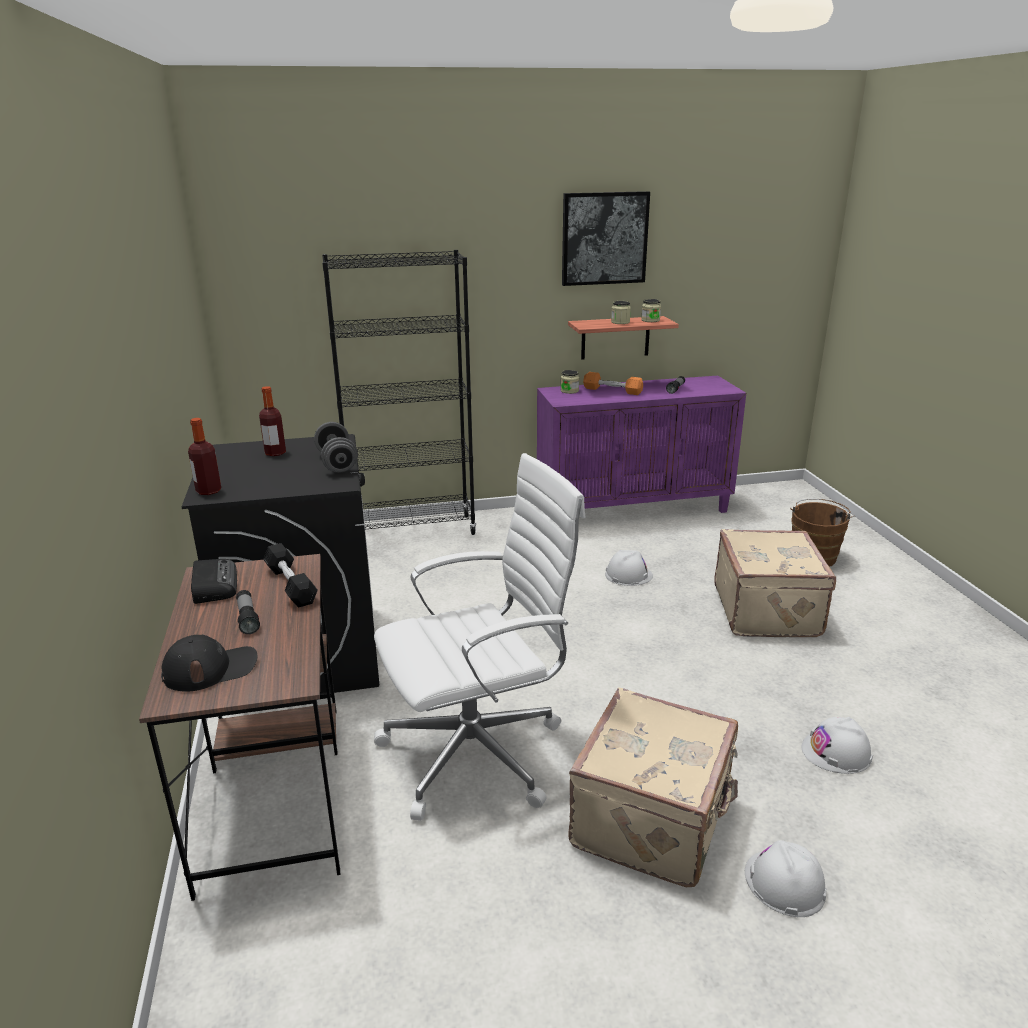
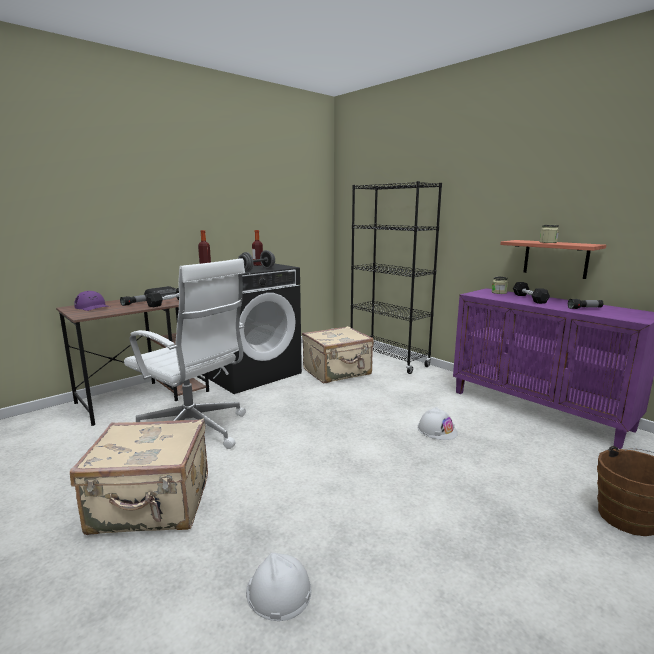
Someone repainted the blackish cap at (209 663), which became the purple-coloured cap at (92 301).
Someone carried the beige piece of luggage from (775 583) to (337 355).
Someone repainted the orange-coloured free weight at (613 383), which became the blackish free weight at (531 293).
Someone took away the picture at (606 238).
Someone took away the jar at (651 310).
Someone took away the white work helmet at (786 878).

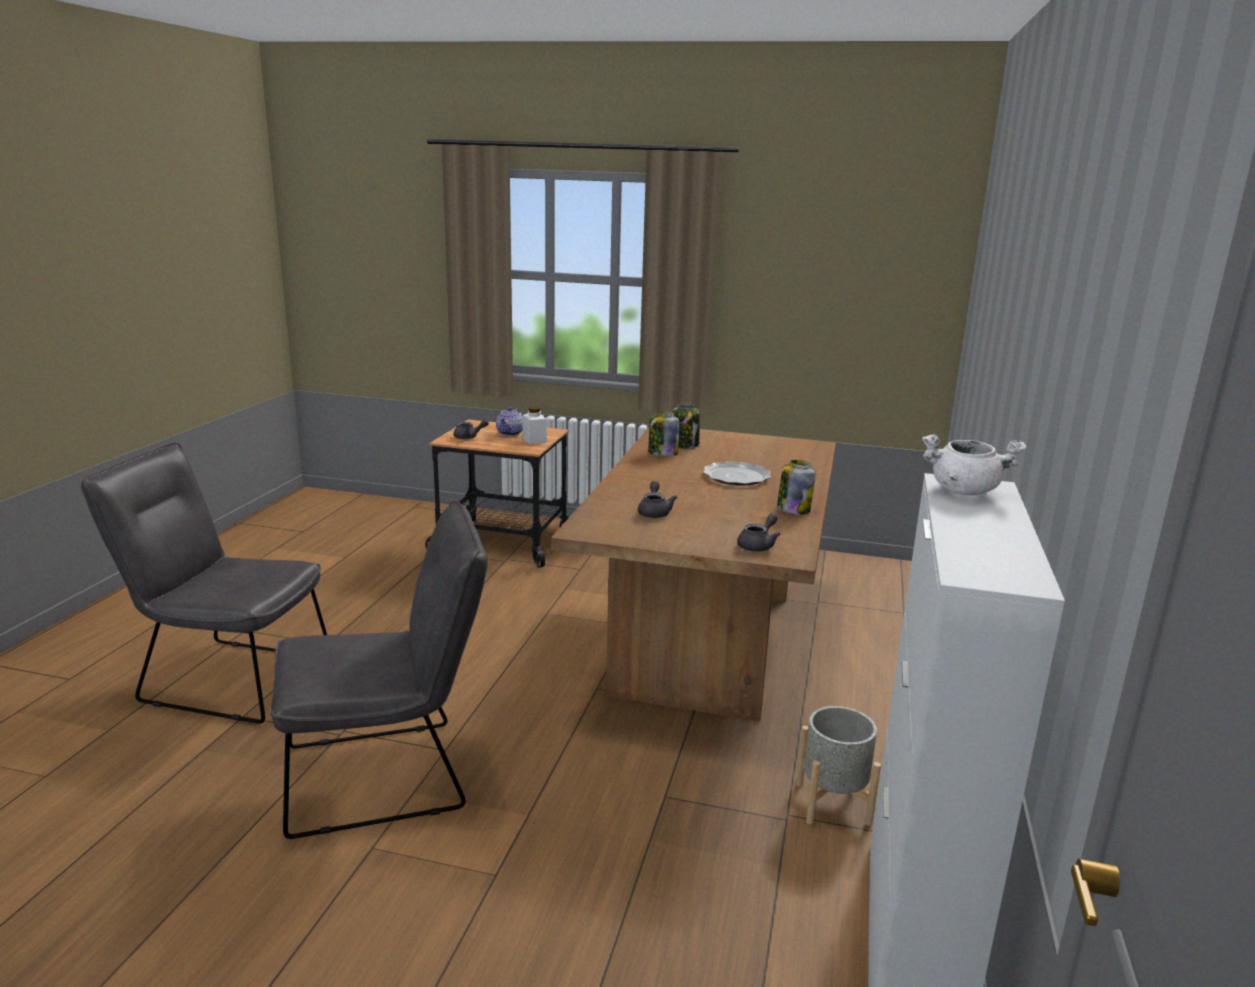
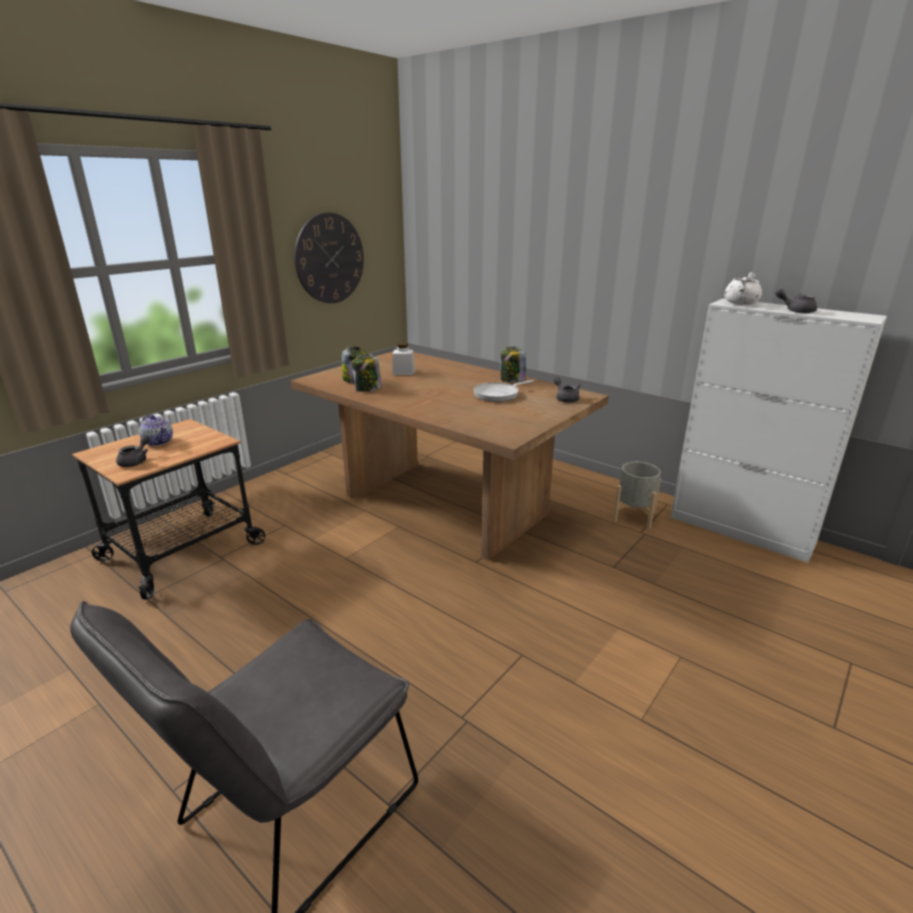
Someone put up the clock on the wall at (329 257).
Someone carried the white jar from (534 425) to (404 359).
Someone put down the frying pan at (503 391).
Someone carried the grey teapot from (657 499) to (796 301).
Someone took away the grey chair at (379 670).
Someone took away the flat dish at (737 473).

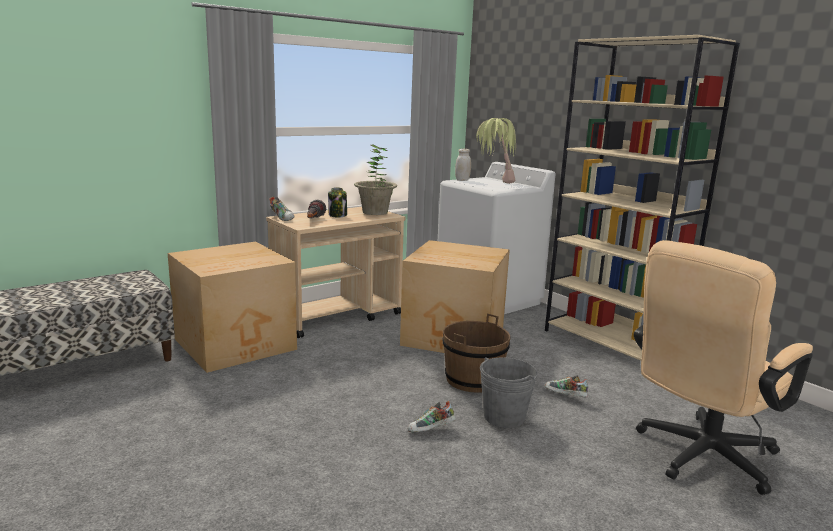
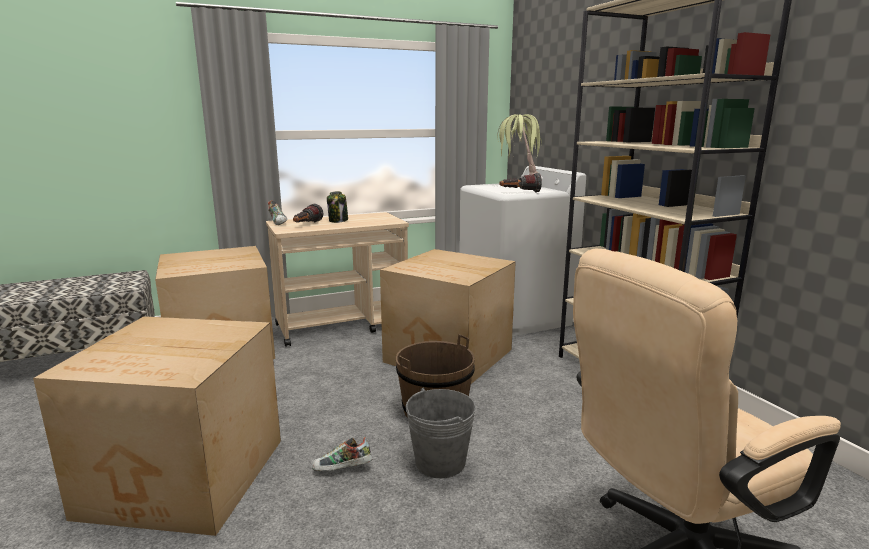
Someone put down the carton at (157 426).
Someone put down the hand torch at (520 182).
Someone took away the houseplant at (375 179).
Someone took away the white jar at (463 165).
Someone took away the shoe at (566 387).

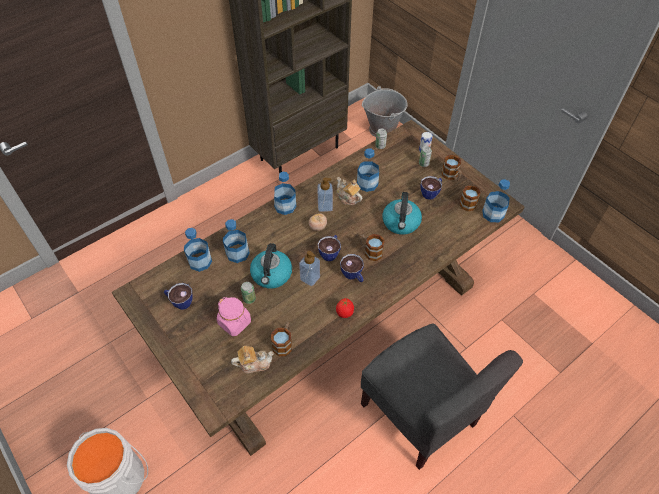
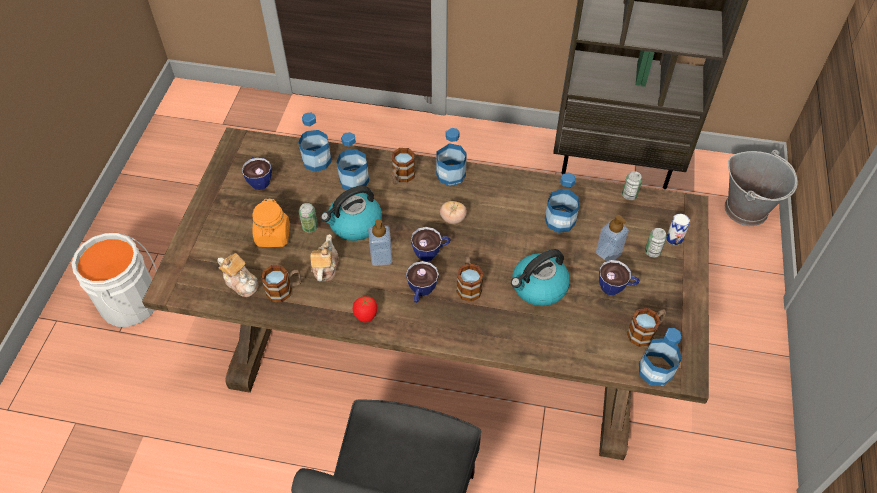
Someone repainted the pinkish jar at (234 316), which became the orange-coloured jar at (271 223).
Someone carried the teapot from (349 191) to (324 258).
Someone carried the coffee mug from (452 168) to (403 166).
Someone carried the soap dispenser from (325 195) to (612 238).

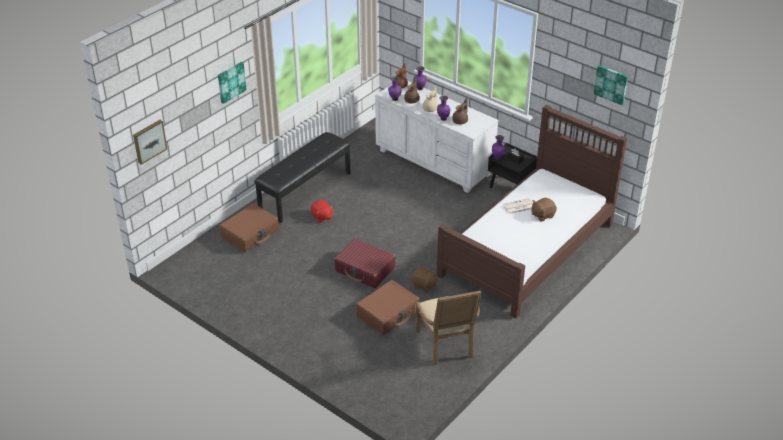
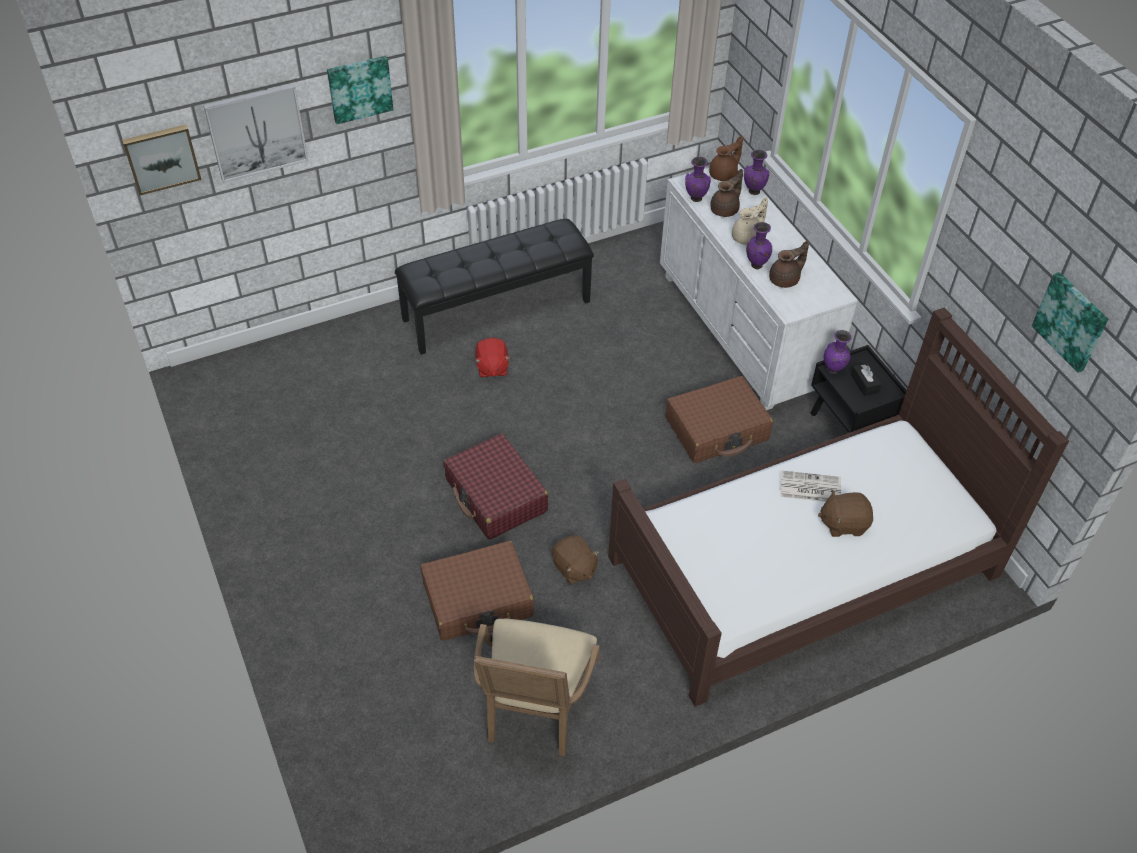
Someone put up the picture at (255 133).
Someone carried the brown-coloured piece of luggage from (249 227) to (719 419).

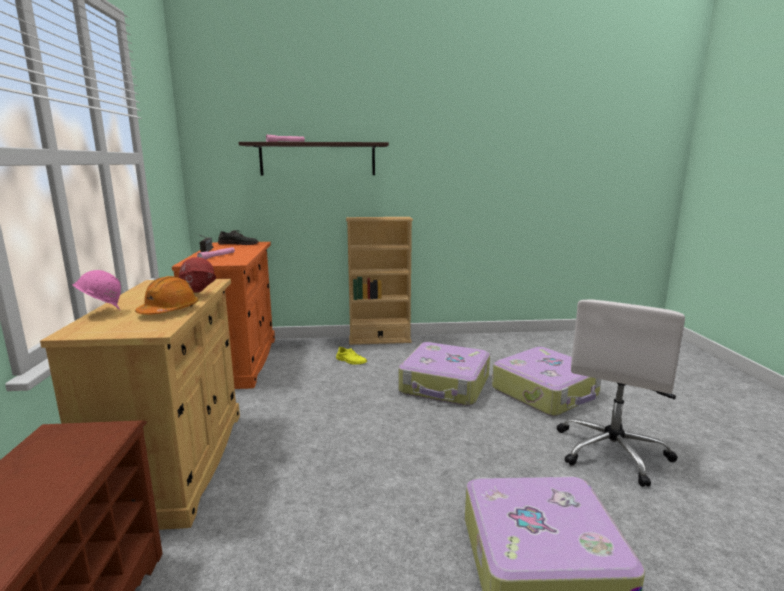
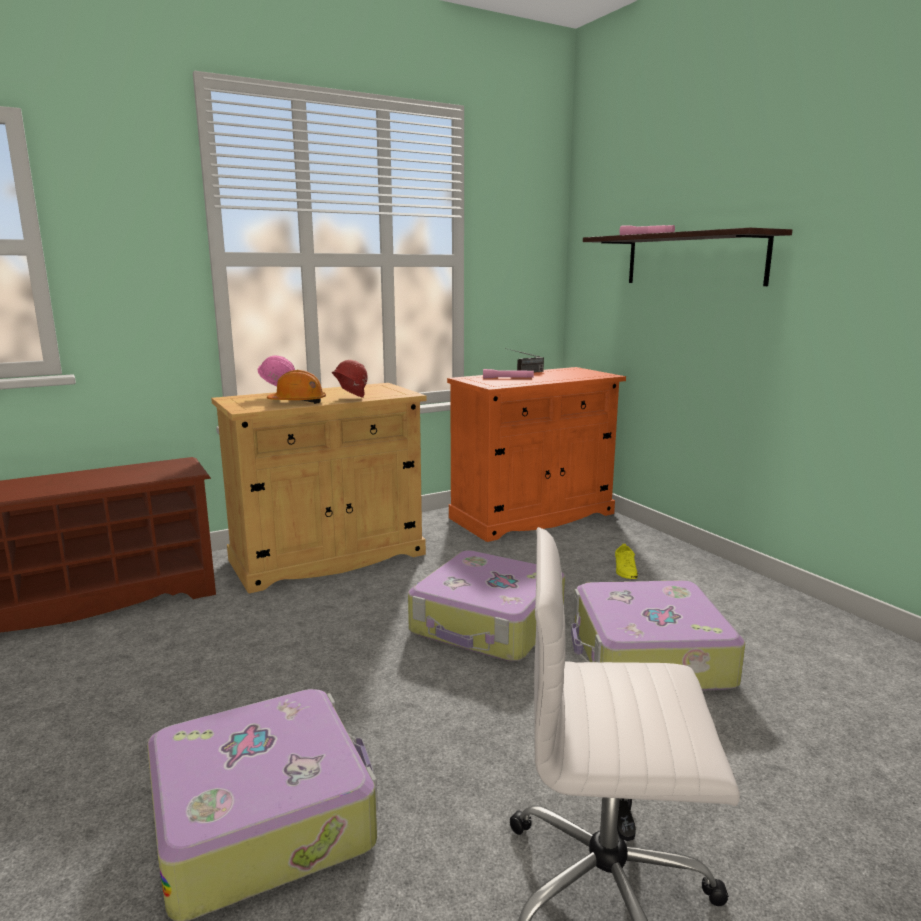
Someone carried the piece of luggage from (546 381) to (486 606).
Someone took away the grey shoe at (238 237).
Someone took away the beige bookcase at (379 281).

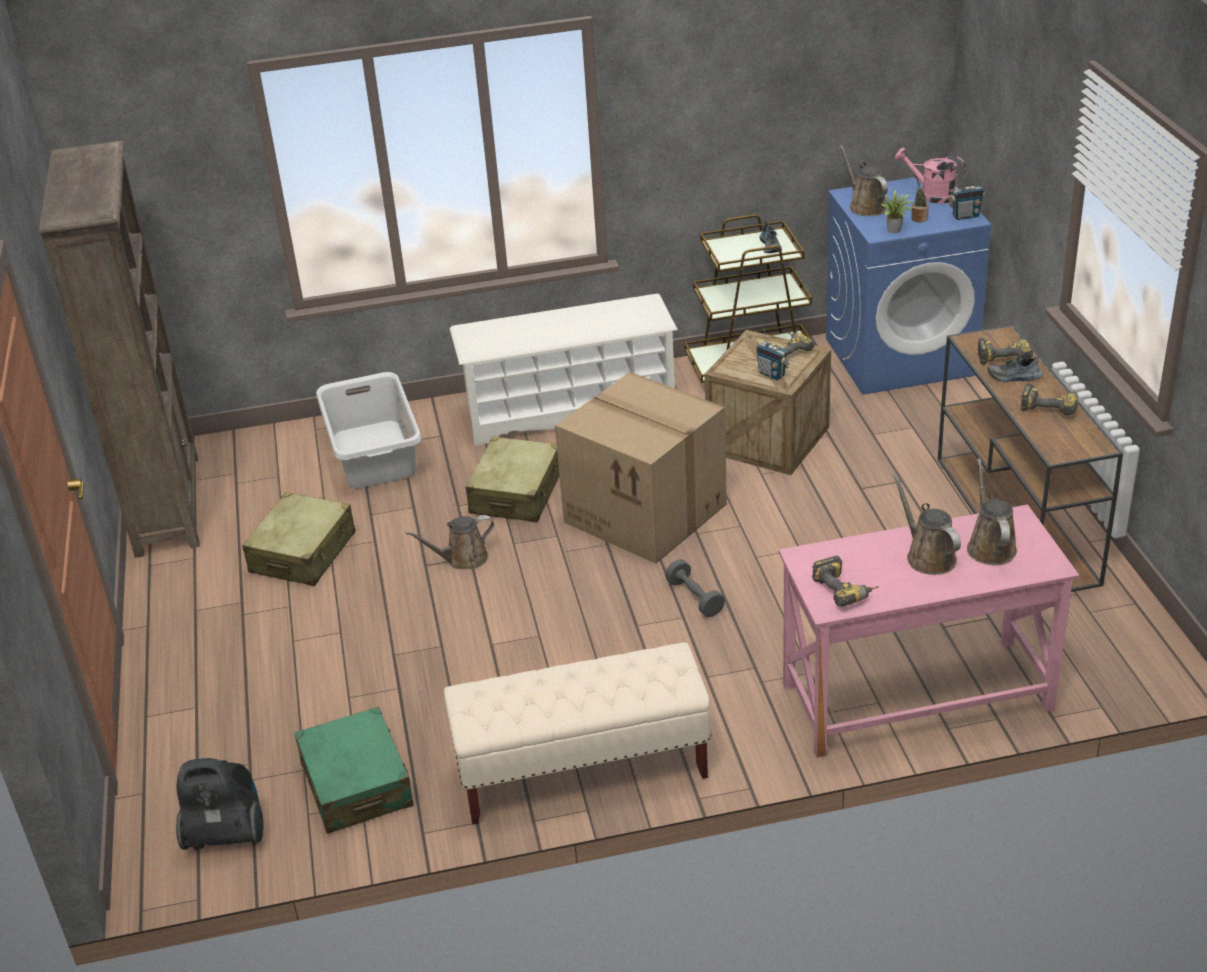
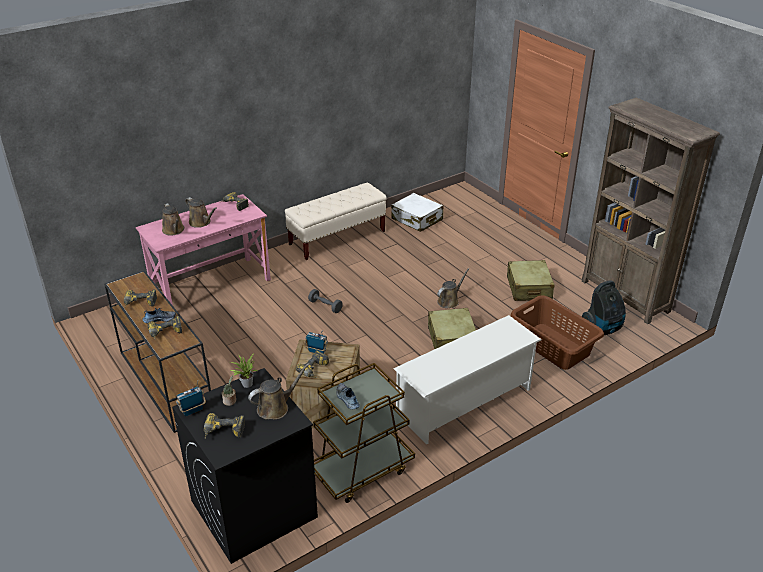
Someone repainted the blue-coloured laundry appliance at (908 286), which became the blackish laundry appliance at (245 466).
Someone swapped the pinkish watering can at (930 175) for the power drill at (224 426).
Someone rotated the brown-coloured watering can at (864 180) by 75 degrees counterclockwise.
Someone repainted the green-coloured piece of luggage at (353 770), which became the white piece of luggage at (417 212).
Someone repainted the grey washing basket at (369 430), which became the brown-coloured washing basket at (557 332).
Someone carried the hoover from (220 804) to (604 307).
Someone took away the carton at (641 468).

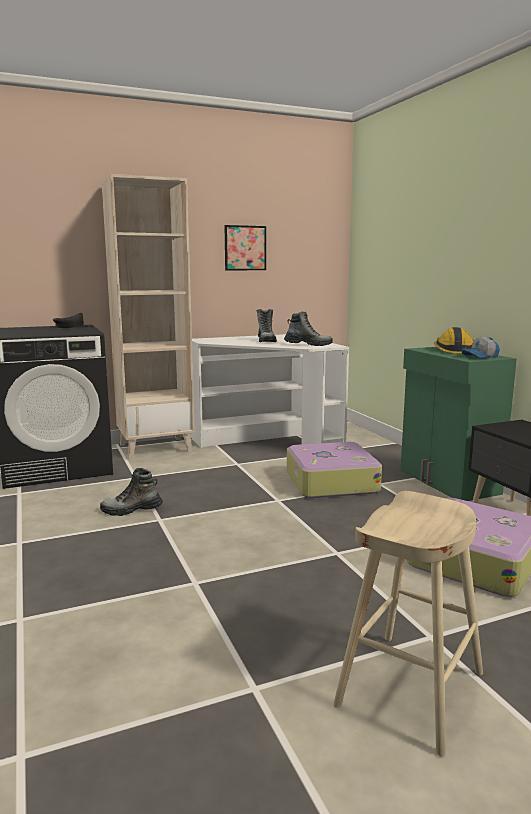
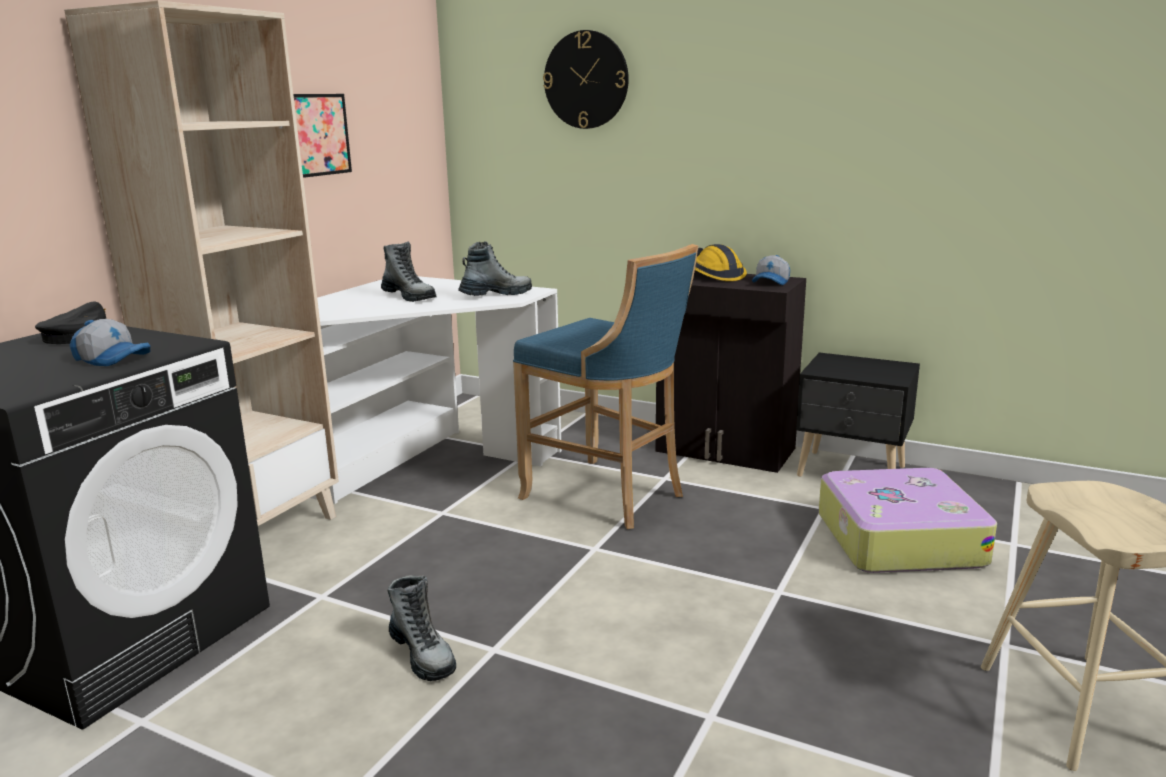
Someone put down the cap at (110 342).
Someone rotated the tall boot at (131 492) by 75 degrees counterclockwise.
Someone swapped the piece of luggage at (334 470) for the blue-coloured stool seat at (605 386).
Someone put up the clock on the wall at (586 79).
Someone repainted the green-coloured cupboard at (458 424), which became the blackish cupboard at (731 372).

